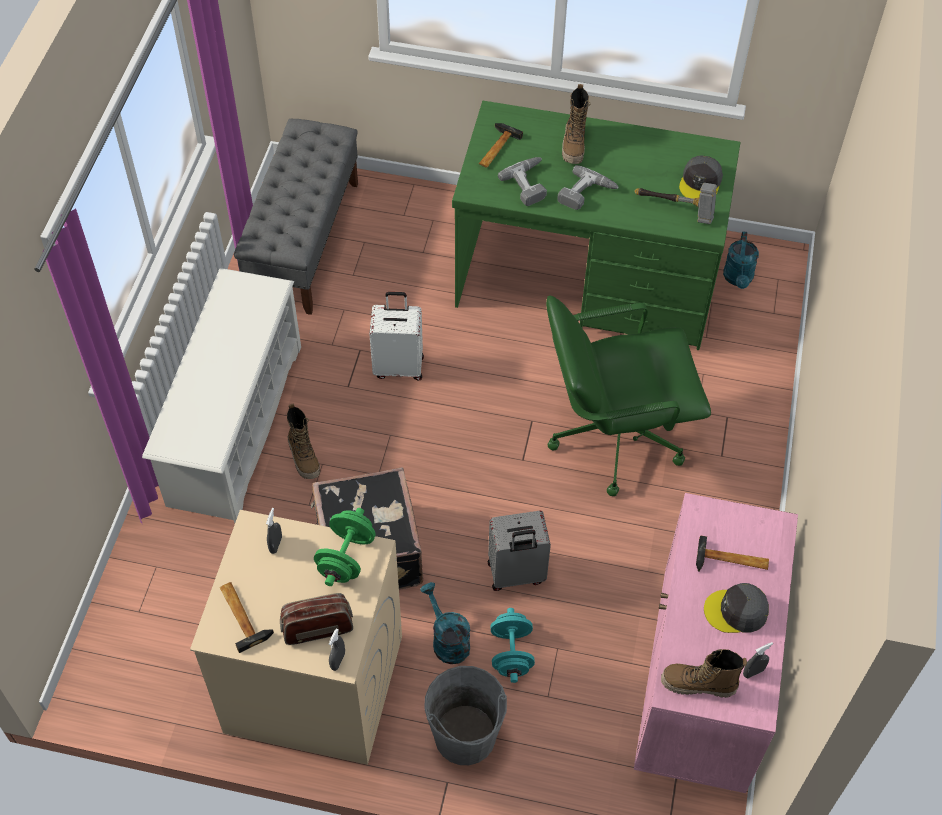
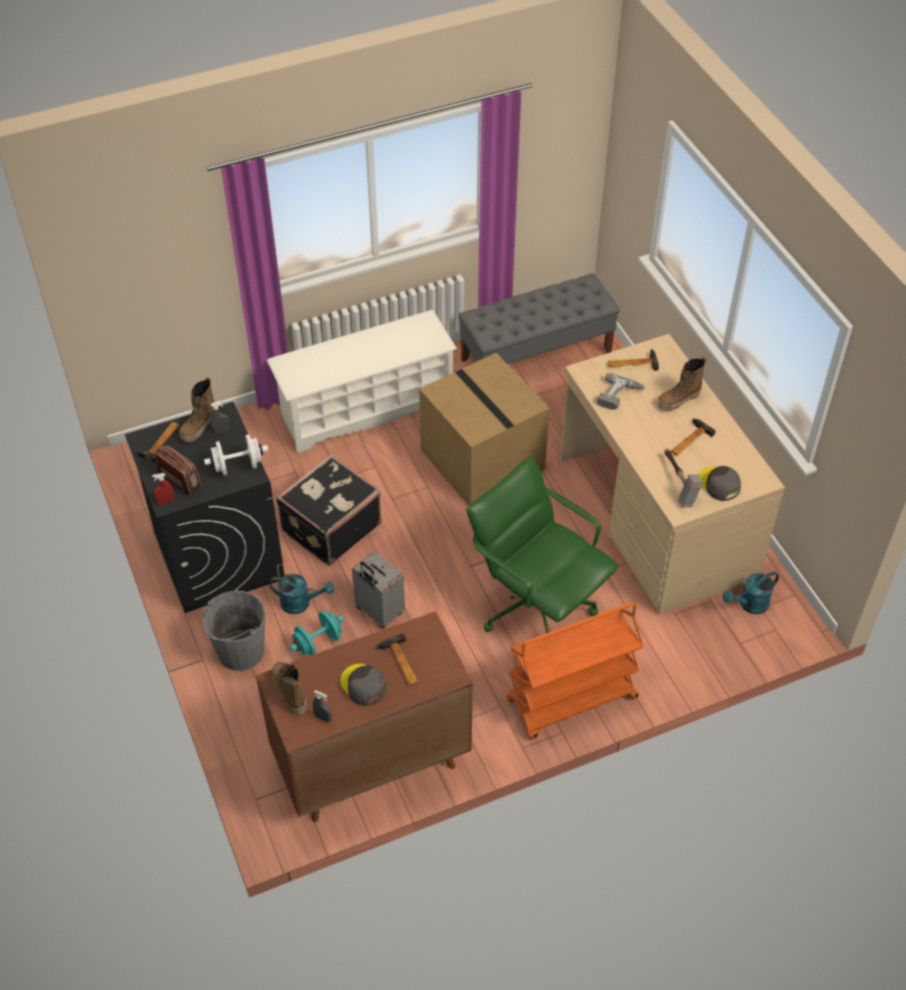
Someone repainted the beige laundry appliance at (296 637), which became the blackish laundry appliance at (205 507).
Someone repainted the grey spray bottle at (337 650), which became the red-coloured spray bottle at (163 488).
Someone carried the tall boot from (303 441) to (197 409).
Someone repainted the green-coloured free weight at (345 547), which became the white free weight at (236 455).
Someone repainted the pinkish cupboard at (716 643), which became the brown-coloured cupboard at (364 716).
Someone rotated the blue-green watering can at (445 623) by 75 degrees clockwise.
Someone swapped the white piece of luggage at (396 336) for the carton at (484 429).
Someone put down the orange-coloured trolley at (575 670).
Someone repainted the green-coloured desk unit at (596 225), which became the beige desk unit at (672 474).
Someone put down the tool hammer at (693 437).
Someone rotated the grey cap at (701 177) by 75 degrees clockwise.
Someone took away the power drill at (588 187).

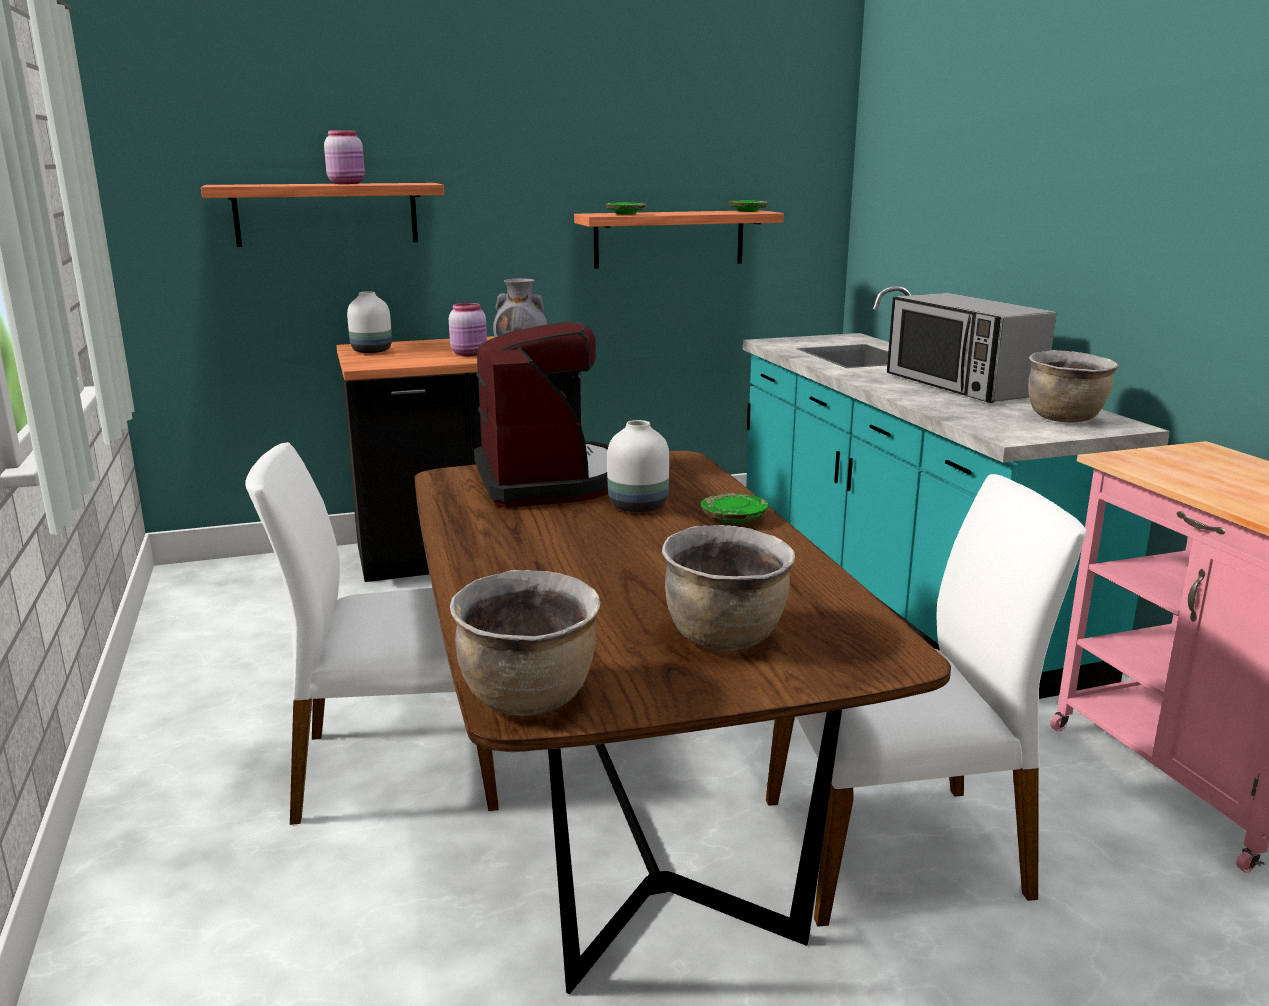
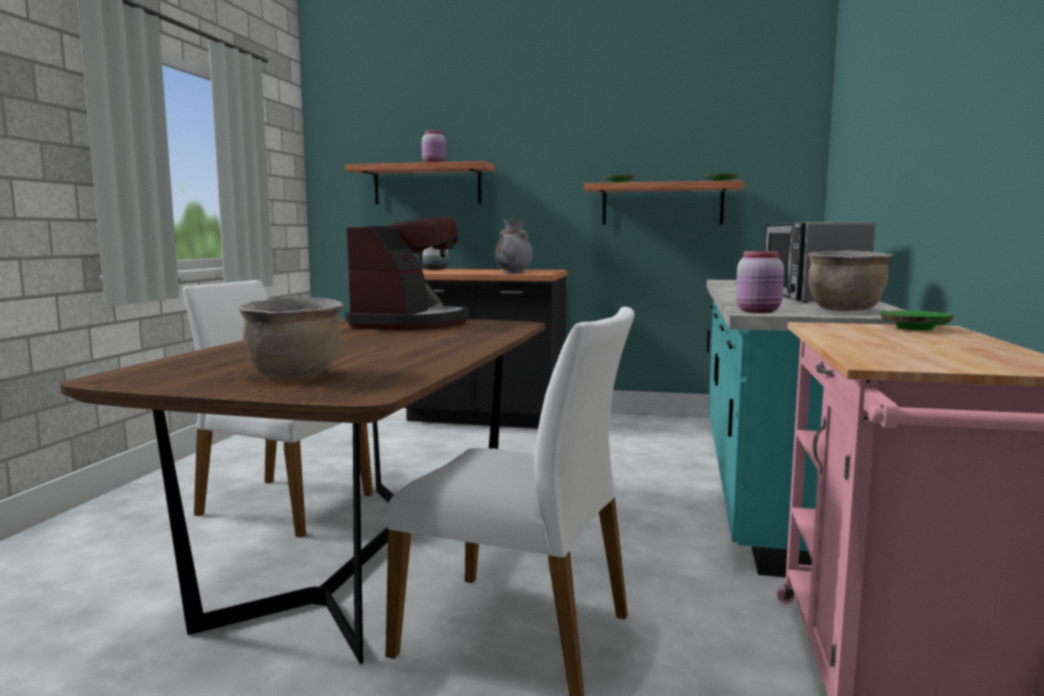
Someone carried the pinkish jar from (468 329) to (760 282).
Someone carried the green-coloured flat dish from (734 508) to (917 320).
Someone took away the brown-coloured cooking pot at (525 643).
Someone took away the white flower vase at (638 466).

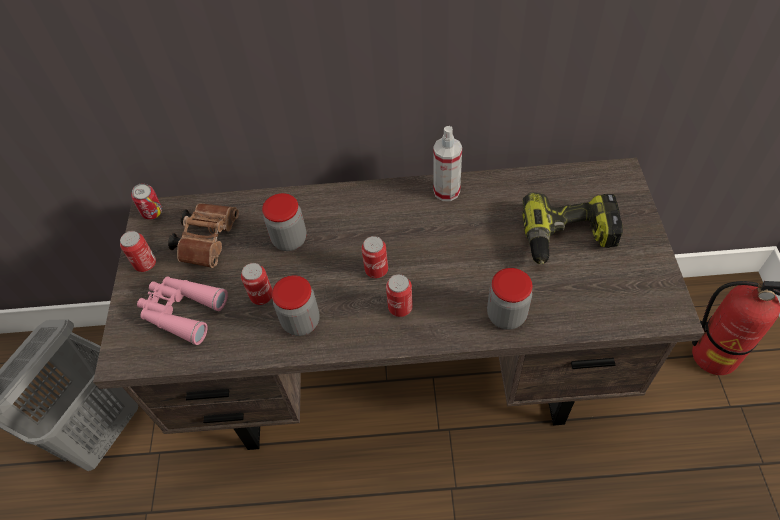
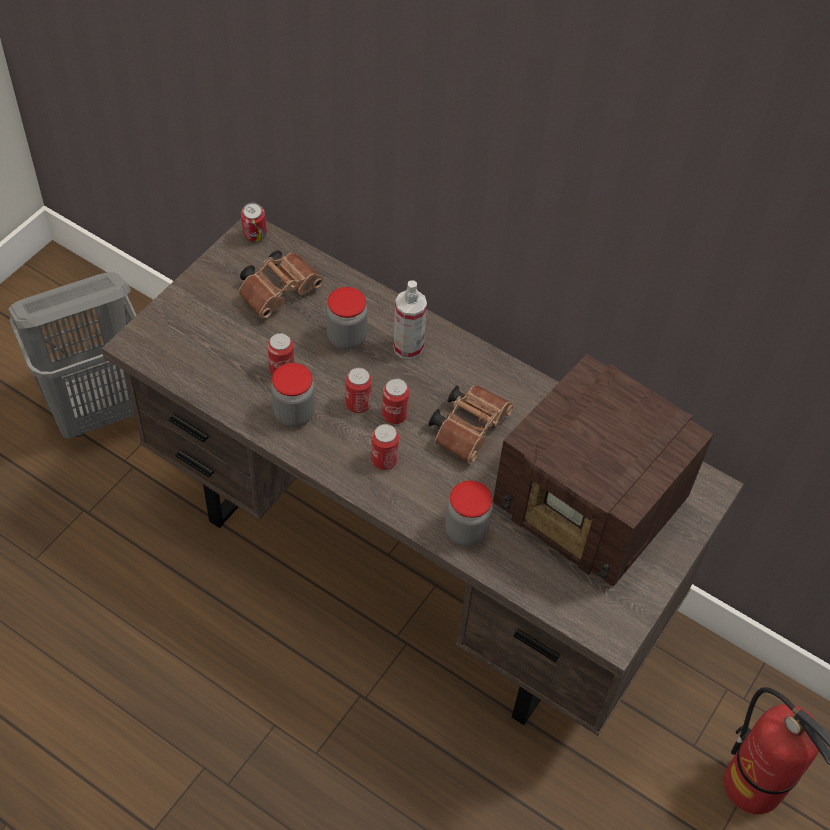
Someone carried the sealed can from (138 251) to (359 390).
Someone carried the spray bottle from (447 163) to (410 319).
Someone put down the brown-coloured binoculars at (471 424).
Someone swapped the power drill at (572 228) for the radio set at (603 470).
Someone took away the pinkish binoculars at (182 310).

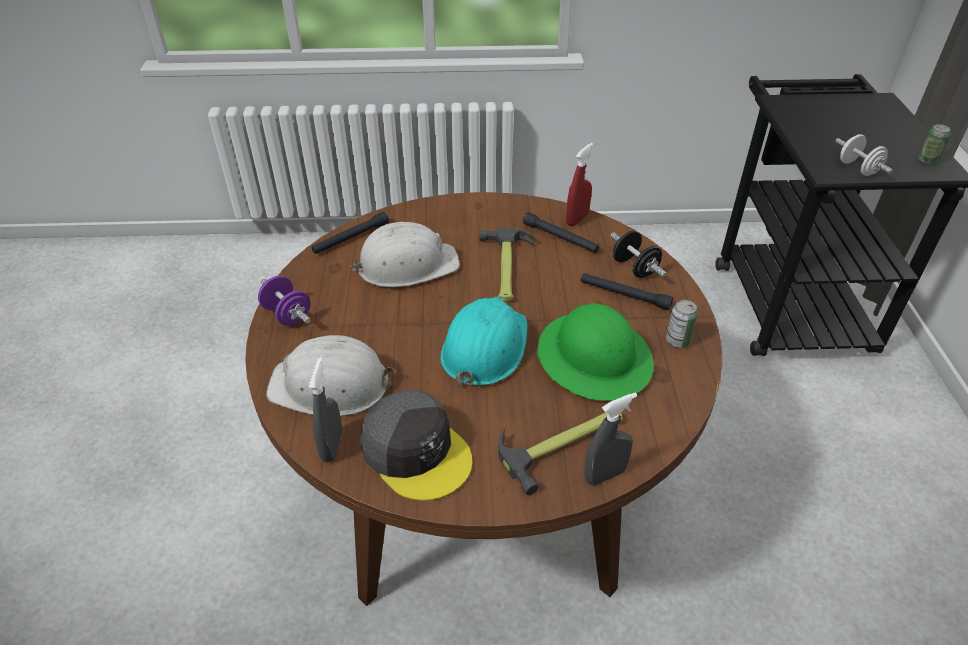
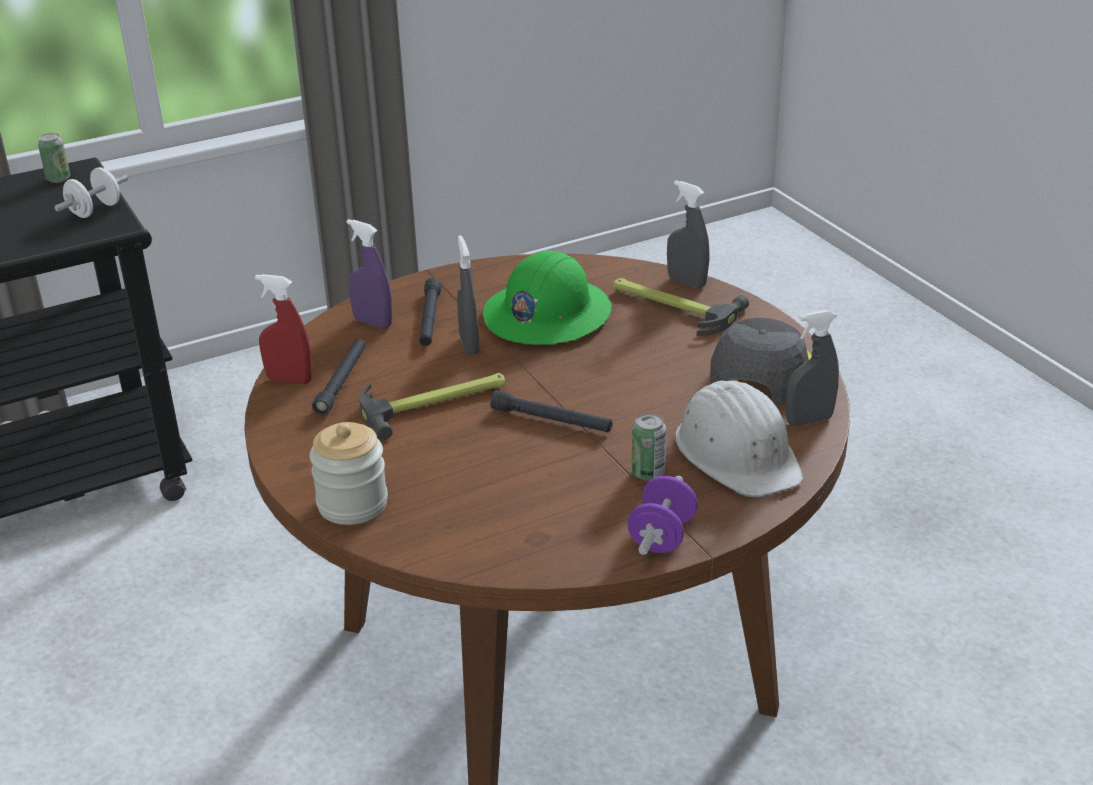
Someone put down the jar at (349 473).
Someone swapped the blackish free weight at (639 254) for the purple-coloured spray bottle at (369 274).
Someone put down the grey spray bottle at (468 295).
Someone carried the blackish hand torch from (350 233) to (551 411).
Someone carried the sealed can from (682 324) to (649 447).
Someone took away the white work helmet at (405 254).
Someone took away the blue-green work helmet at (483 342).

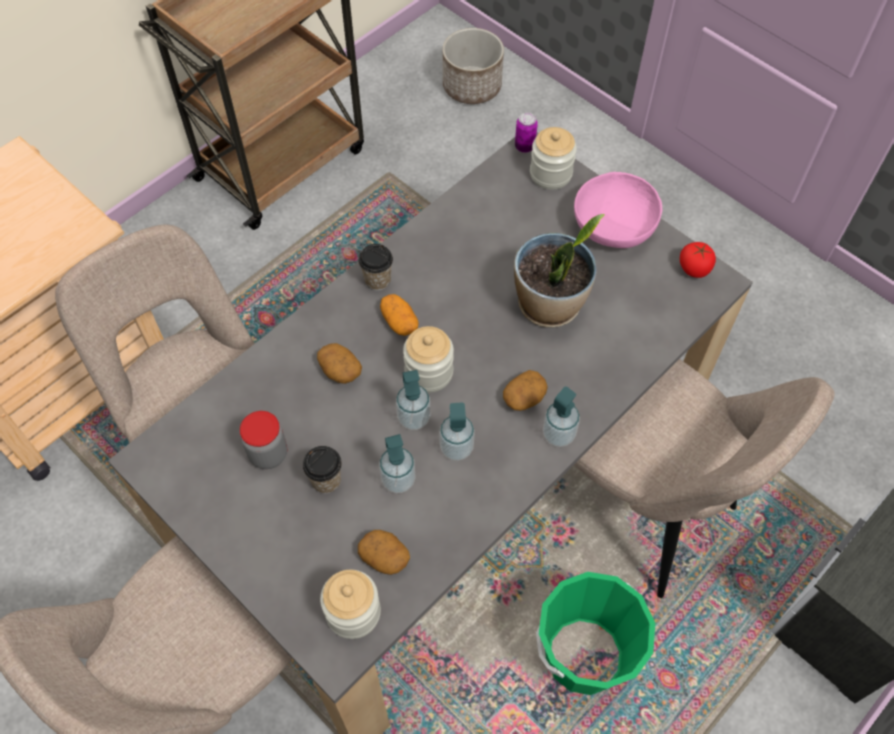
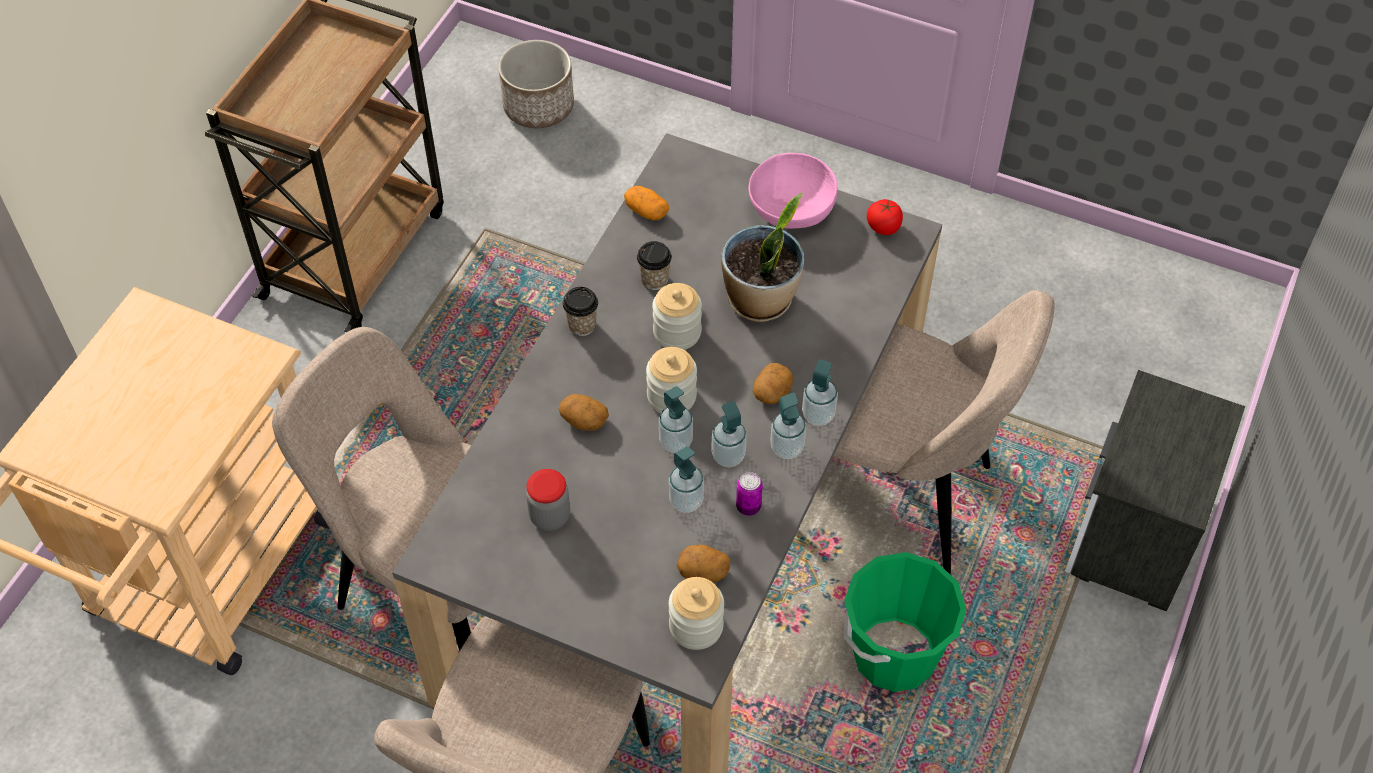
Someone carried the potato from (399 315) to (646 203).
Someone carried the cup from (322 469) to (654 265).
Someone carried the jar from (553 158) to (677 316).
Someone carried the sealed can from (526 133) to (749 494).
Someone put down the soap dispenser at (788 426).

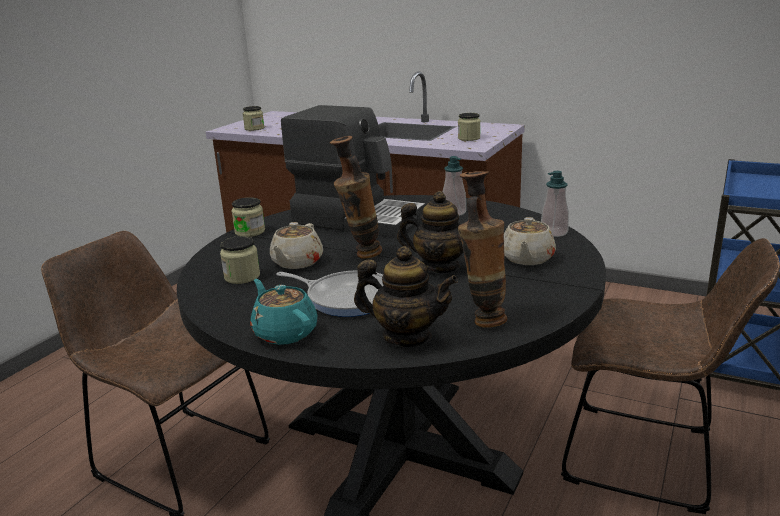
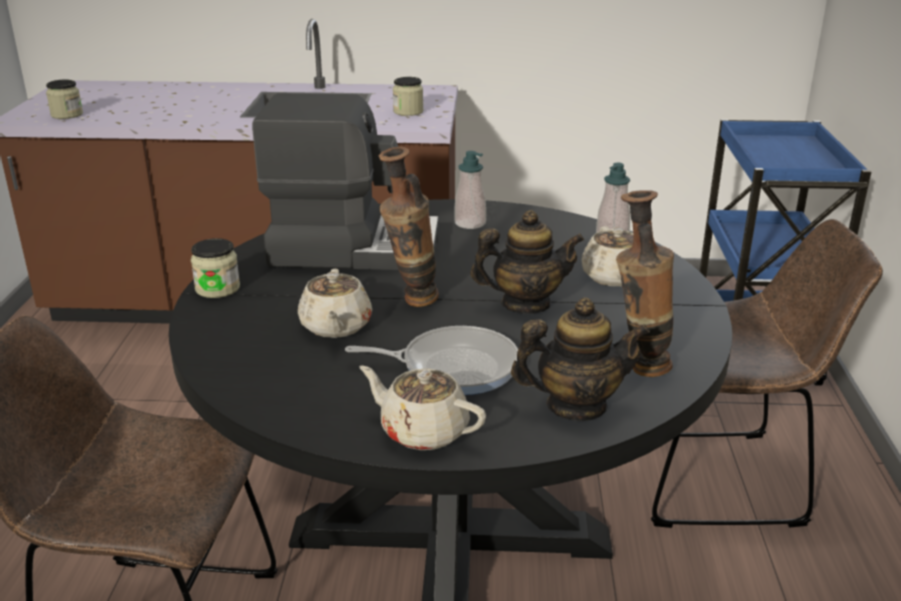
Someone repainted the blue-green teapot at (284 312), which became the beige teapot at (422 408).
Someone took away the jar at (240 260).

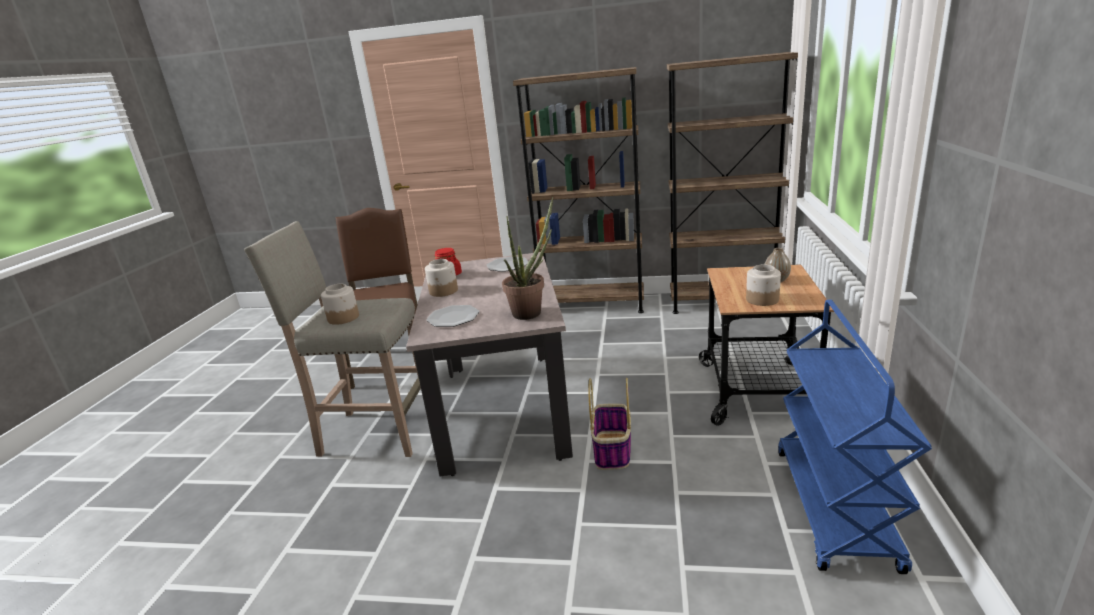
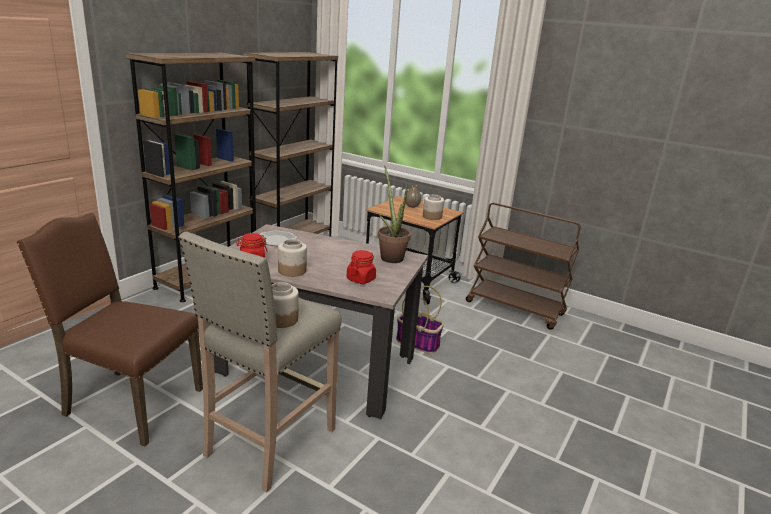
Someone swapped the flat dish at (453 316) for the red-coloured jar at (361 267).
Someone repainted the blue-coloured trolley at (855 437), which became the brown-coloured trolley at (523 266).

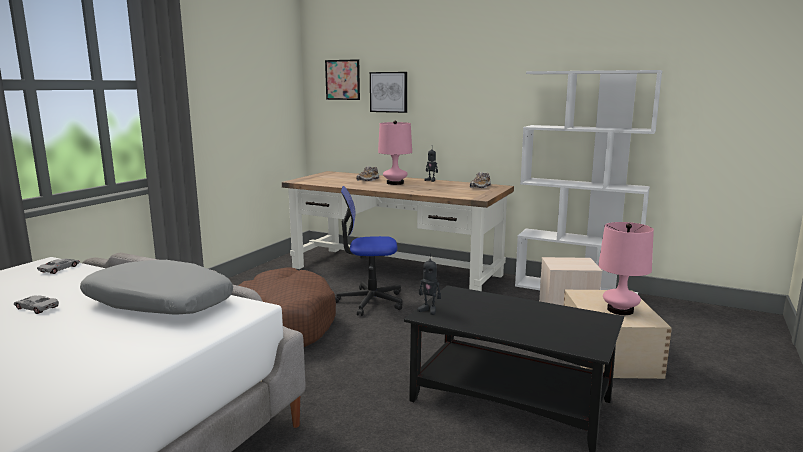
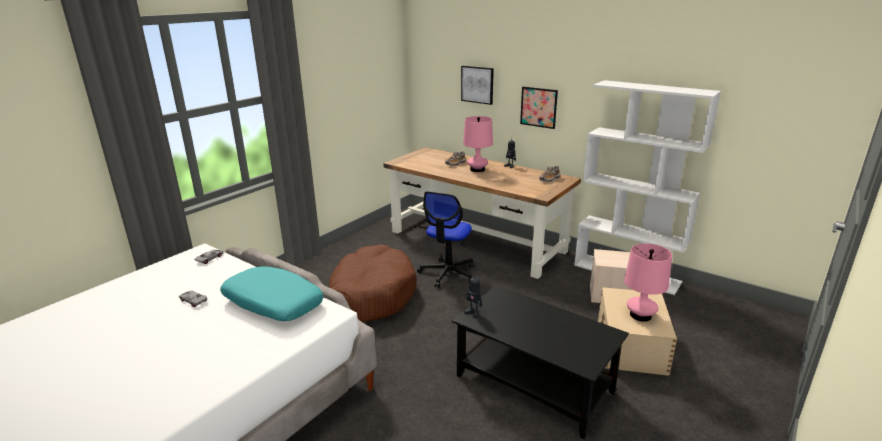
Someone repainted the grey throw pillow at (156 287), which became the blue-green throw pillow at (271 293).
Someone rotated the desk chair at (369 251) by 75 degrees counterclockwise.
Someone carried the picture from (342 79) to (539 108).

